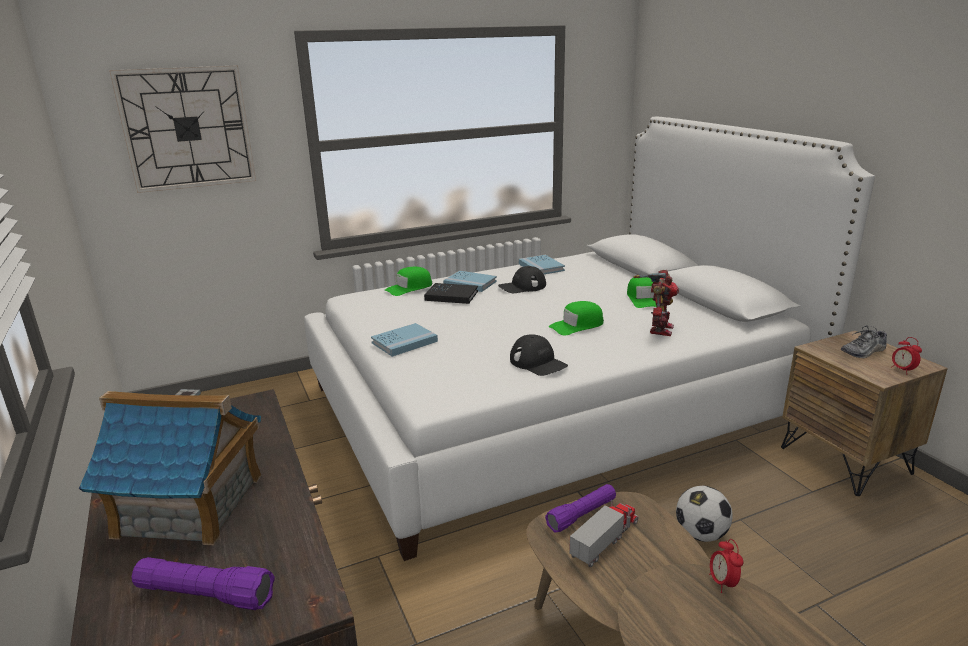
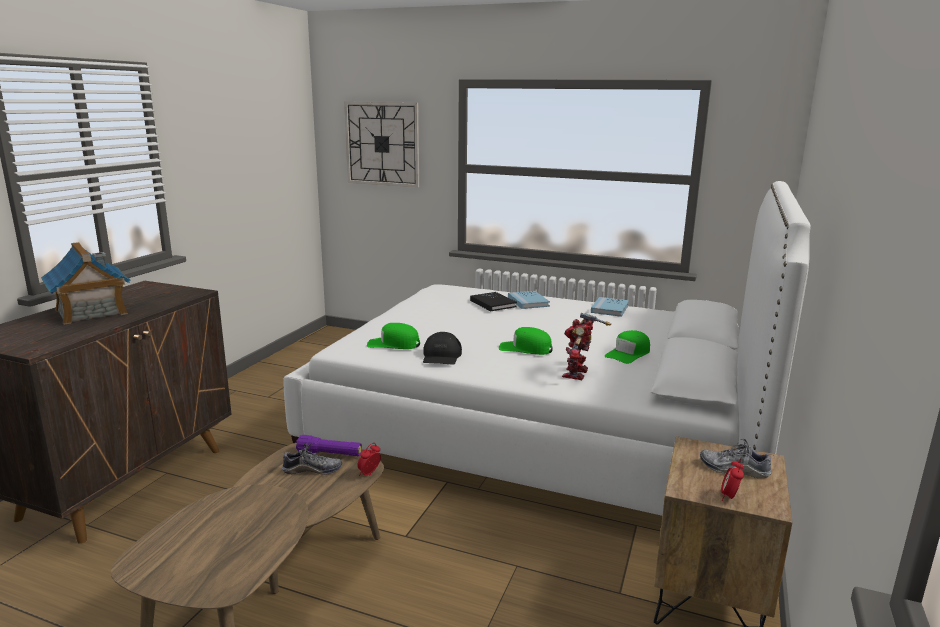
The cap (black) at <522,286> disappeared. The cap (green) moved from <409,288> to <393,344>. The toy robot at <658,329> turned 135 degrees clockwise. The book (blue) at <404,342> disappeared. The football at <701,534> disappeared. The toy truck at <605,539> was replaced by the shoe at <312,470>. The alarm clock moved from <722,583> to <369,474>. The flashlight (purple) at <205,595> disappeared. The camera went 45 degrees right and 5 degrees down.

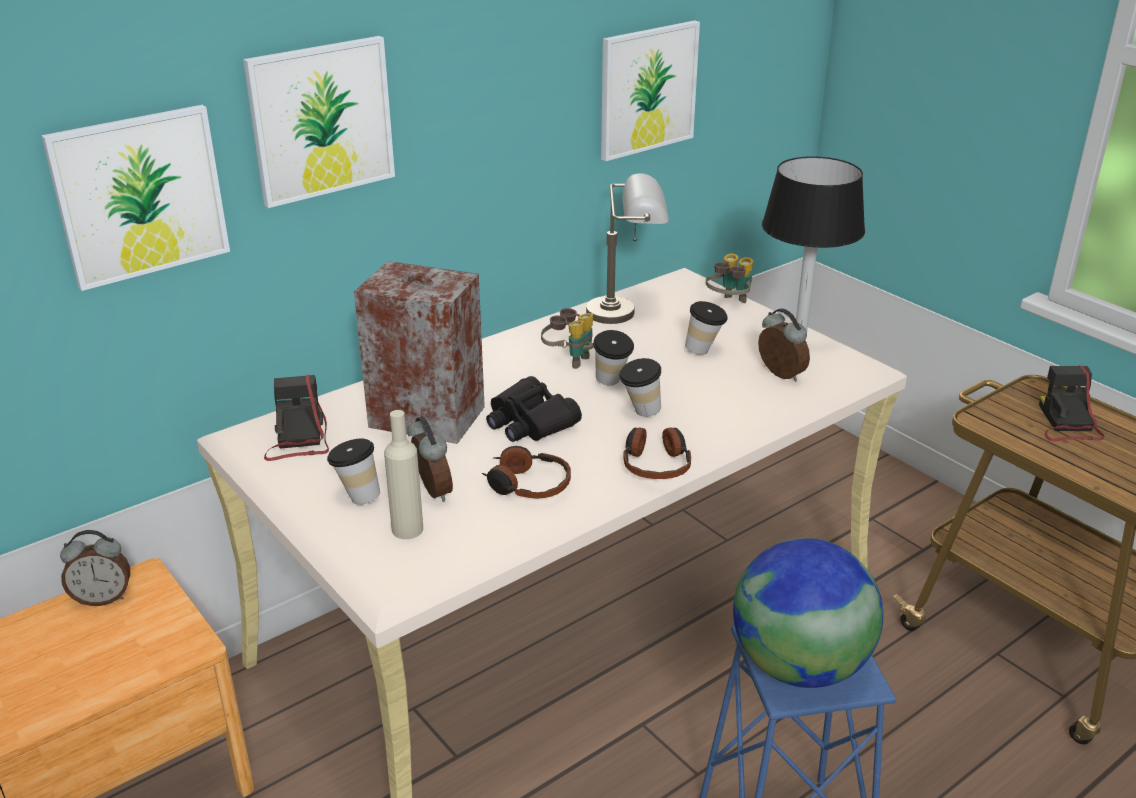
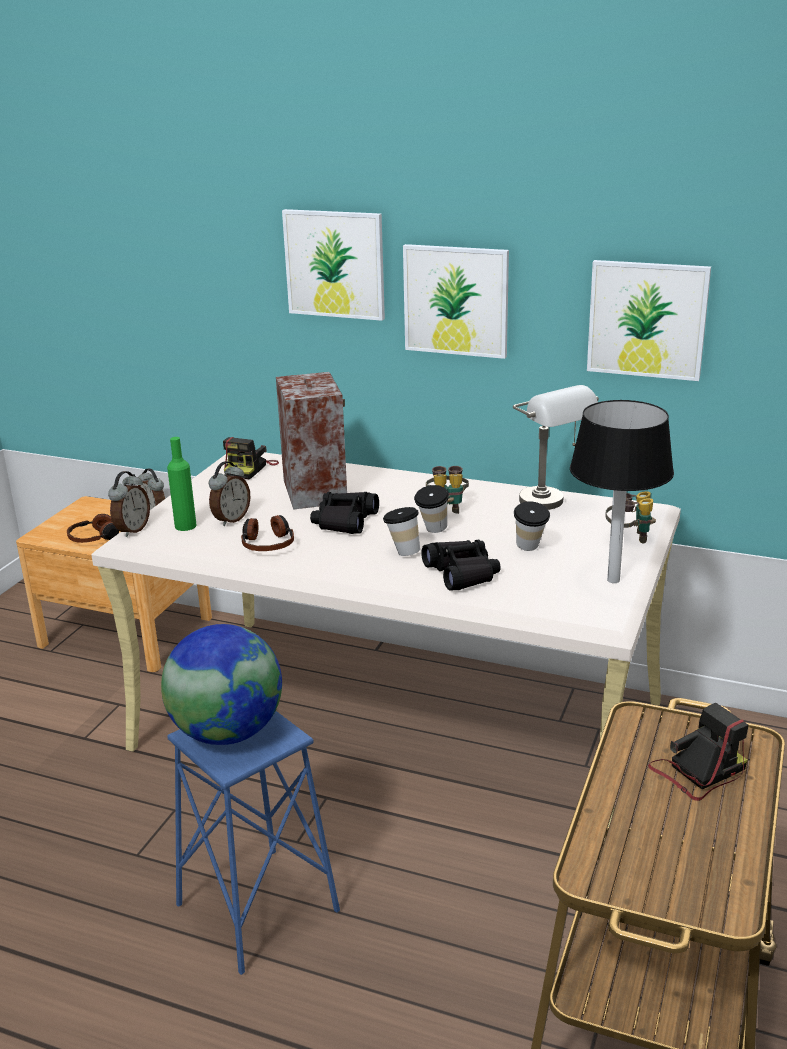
The picture moved from <140,195> to <456,300>. The alarm clock moved from <779,376> to <132,530>. The photo camera at <298,439> turned 150 degrees clockwise. The bottle (beige) at <407,529> became the bottle (green) at <185,526>. The headphones moved from <656,463> to <95,537>. The cup at <357,496> disappeared. The binoculars (black) at <462,573> appeared. The camera went 60 degrees right and 5 degrees down.

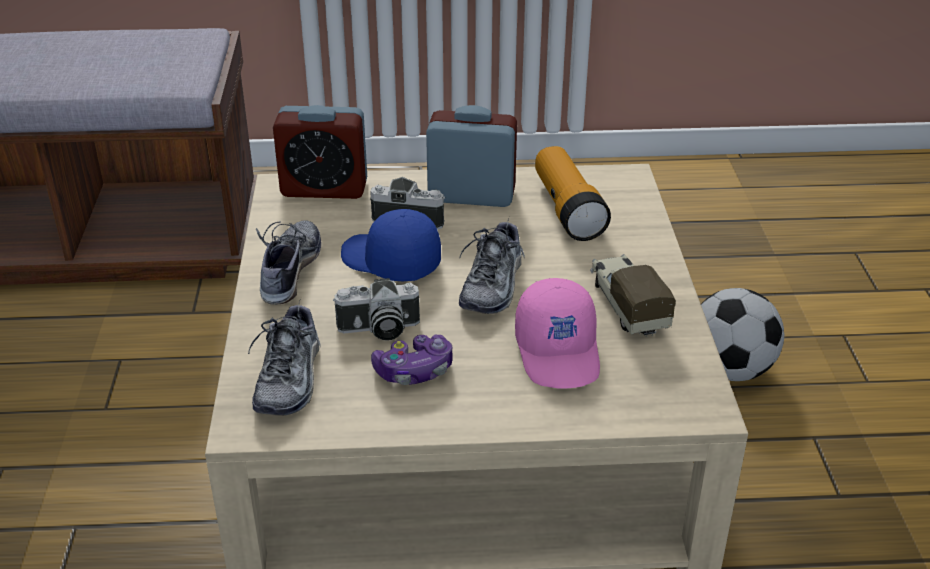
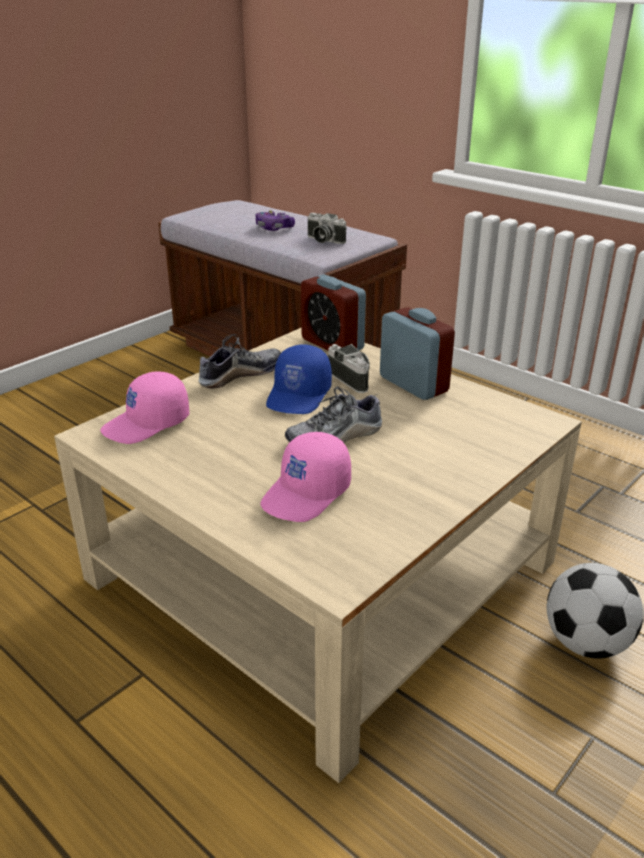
The flashlight at <567,209> disappeared. The cap (blue) at <389,262> turned 150 degrees counterclockwise. The toy truck at <627,305> disappeared. The photo camera moved from <378,330> to <323,240>. The shoe at <290,378> was replaced by the cap (pink) at <147,424>. The game controller moved from <414,371> to <274,228>. The camera went 45 degrees right and 5 degrees down.

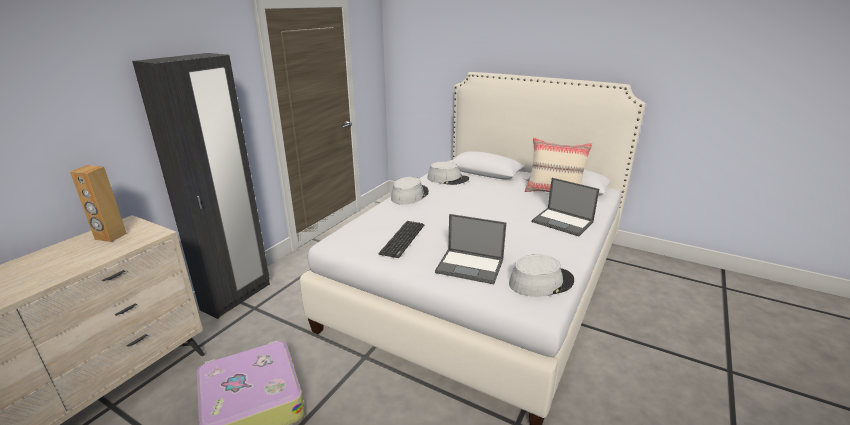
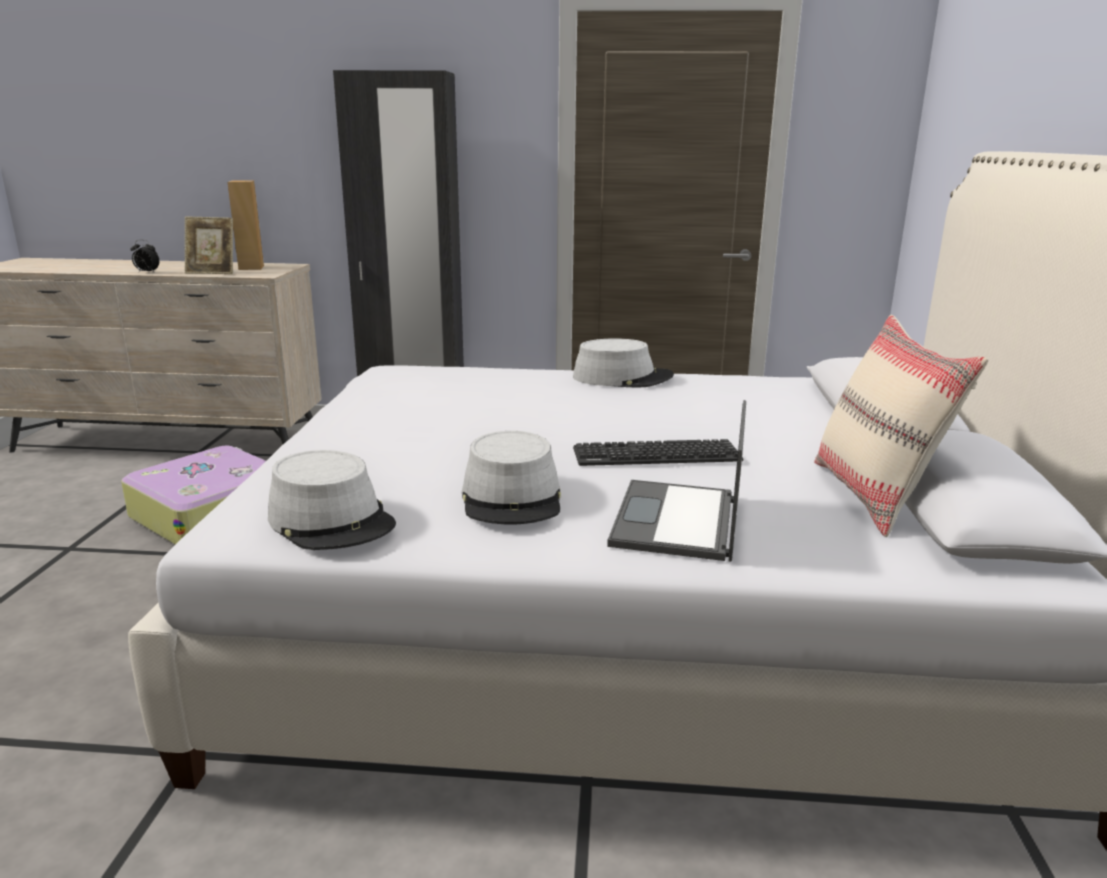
The hat (grey) moved from <448,179> to <512,498>. The laptop at <470,266> disappeared. The keyboard moved from <402,239> to <656,455>. The picture frame at <212,272> appeared. The alarm clock at <146,272> appeared. The camera went 65 degrees right and 5 degrees down.

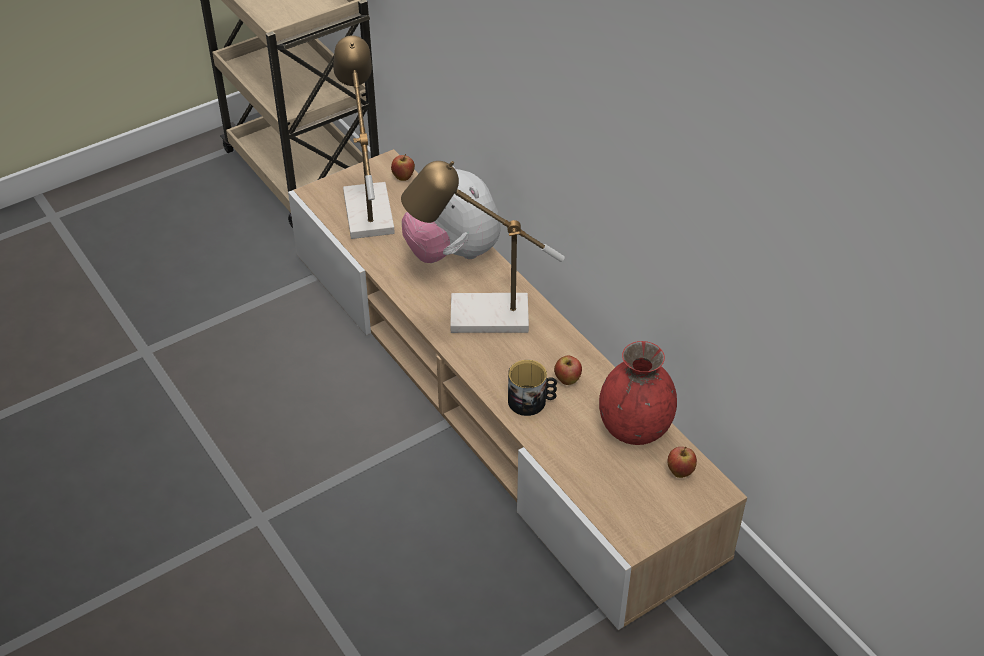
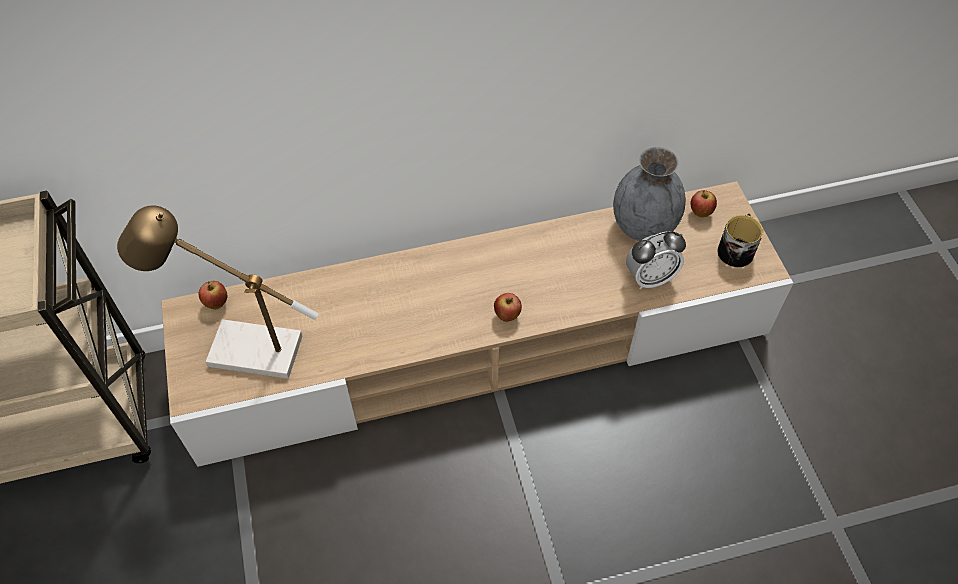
The table lamp at <477,317> disappeared. The plush toy at <453,253> disappeared. The vase (red) at <635,429> became the vase (grey) at <644,226>. The apple moved from <567,380> to <507,316>. The mug moved from <531,401> to <736,249>. The alarm clock at <650,278> appeared. The camera went 70 degrees left and 10 degrees up.

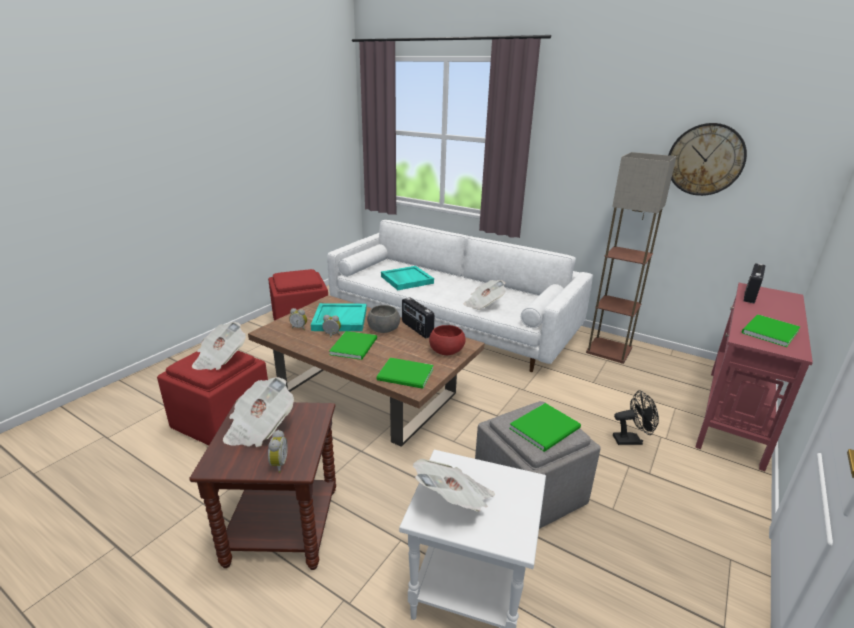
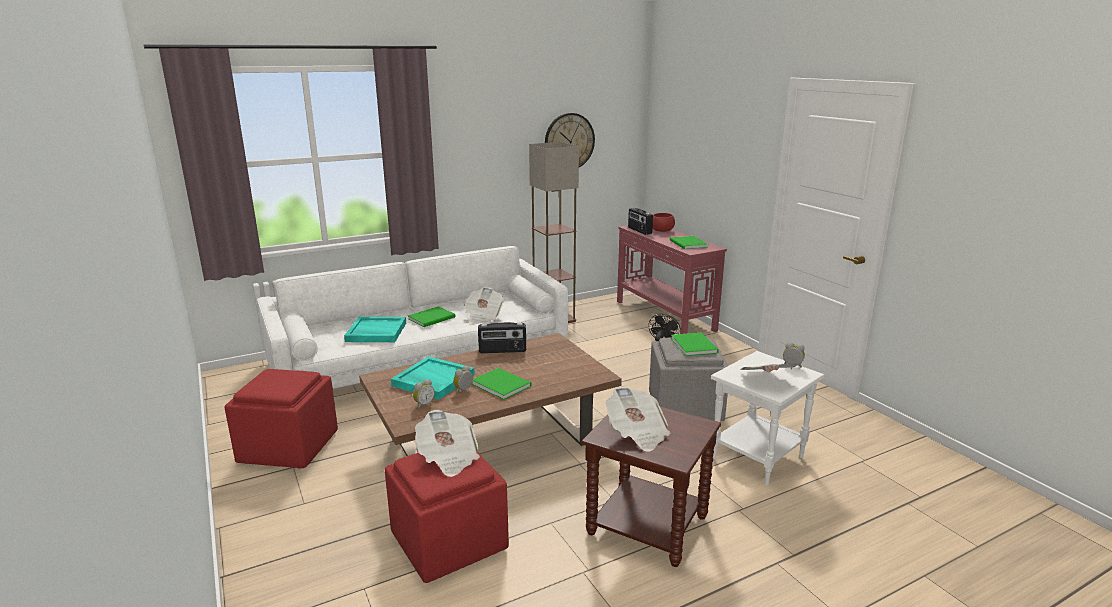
The bowl (grey) at <383,329> disappeared. The bowl (red) moved from <446,350> to <661,230>. The book (green) moved from <406,375> to <433,318>. The alarm clock moved from <278,464> to <792,367>. The camera went 60 degrees left and 5 degrees down.

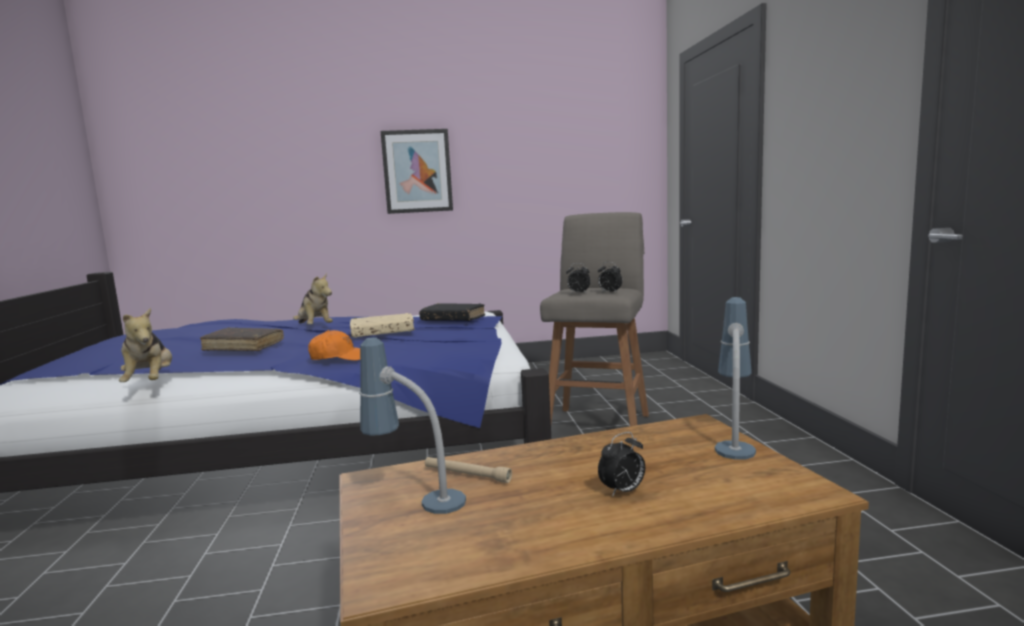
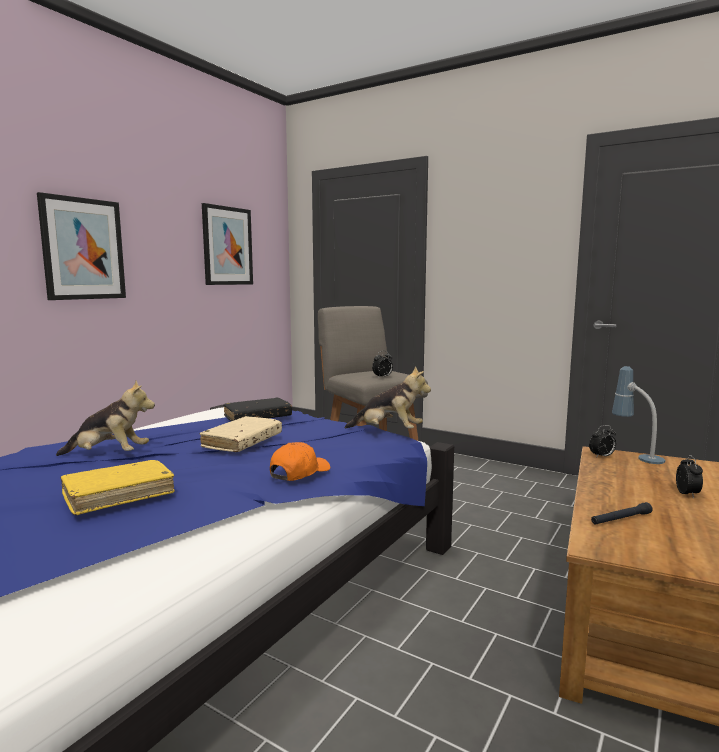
The alarm clock moved from <609,292> to <601,457>. The plush toy moved from <150,382> to <388,431>. The book (brown) at <243,347> became the book (yellow) at <119,495>. The table lamp at <416,499> disappeared. The flashlight (beige) at <466,475> became the flashlight (black) at <621,519>. The picture at <227,246> appeared. The camera went 50 degrees left and 0 degrees up.

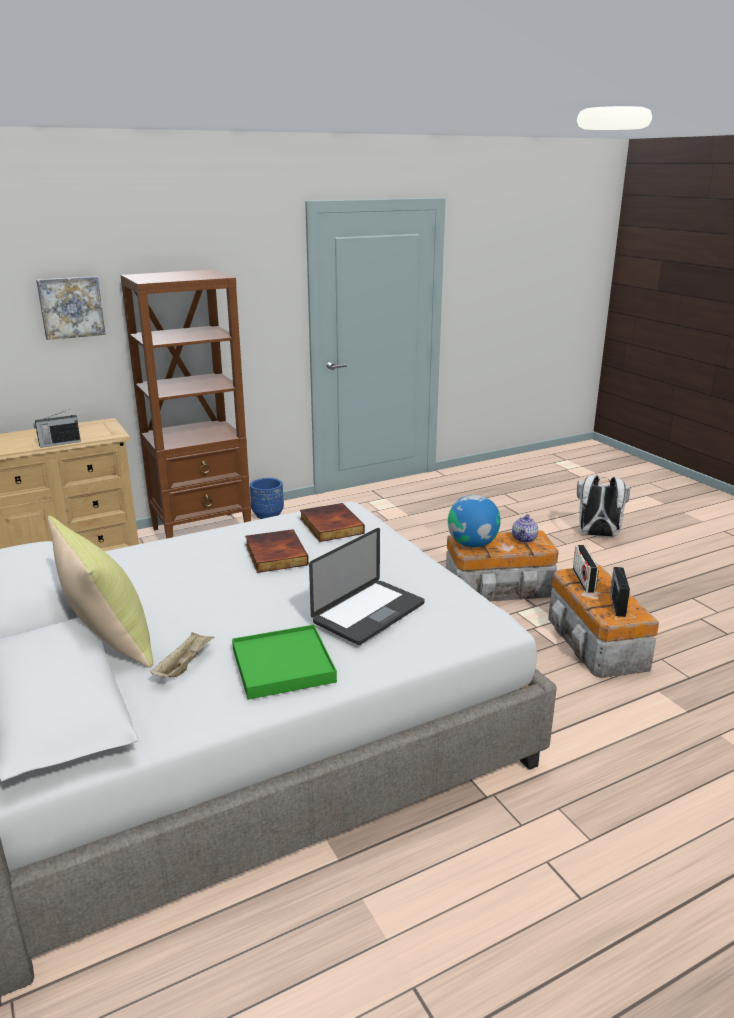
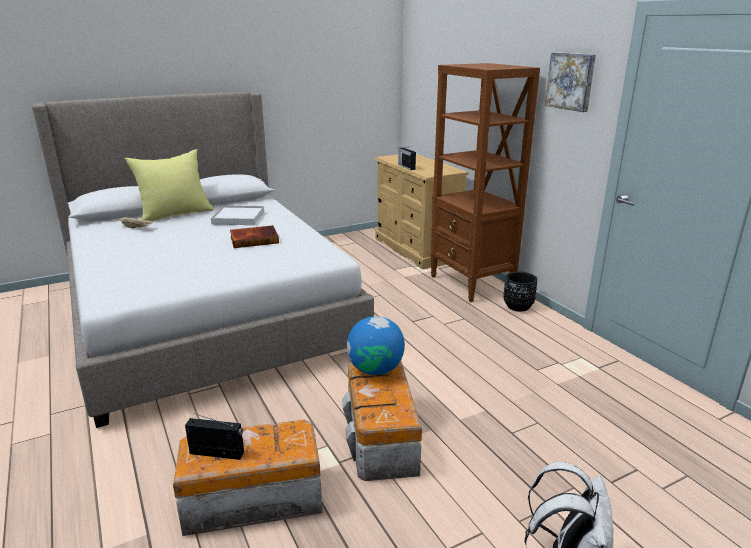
The picture moved from <71,307> to <571,81>. The planter (blue) at <268,515> became the planter (black) at <518,306>. The book at <330,526> disappeared. The teapot at <524,538> disappeared. The laptop at <369,613> disappeared. The radio at <583,580> disappeared. The tray (green) at <283,665> disappeared. The tray (white) at <238,218> appeared. The camera went 90 degrees right and 0 degrees up.

